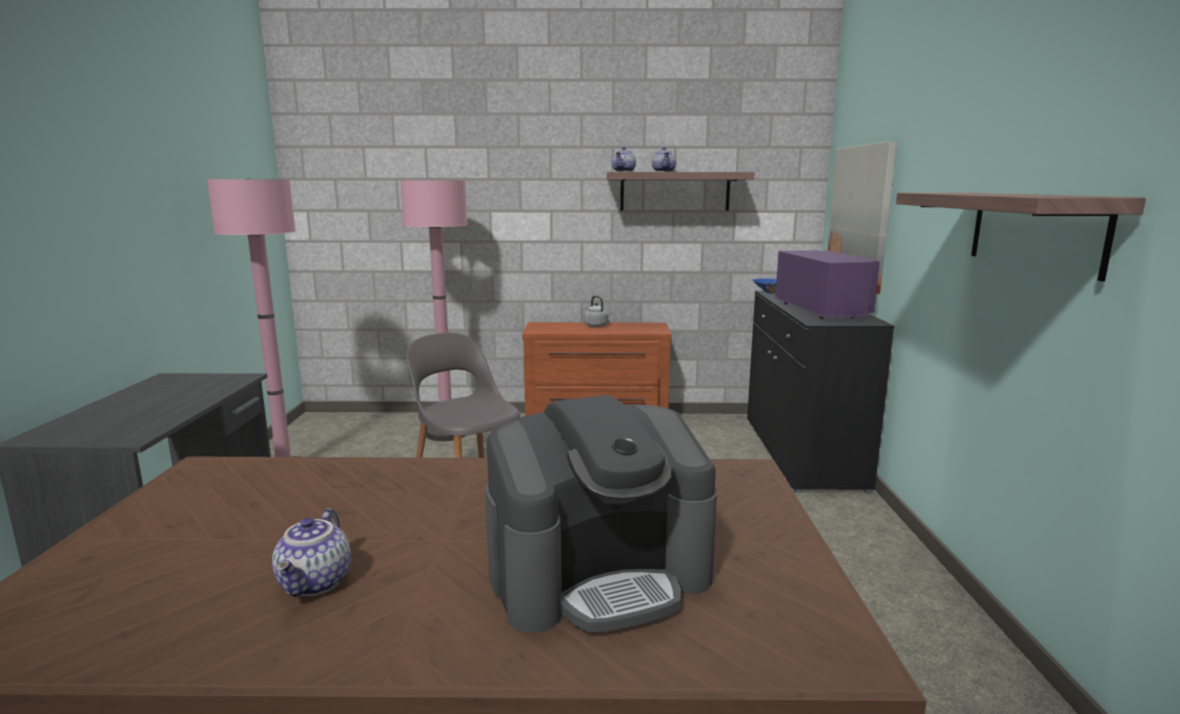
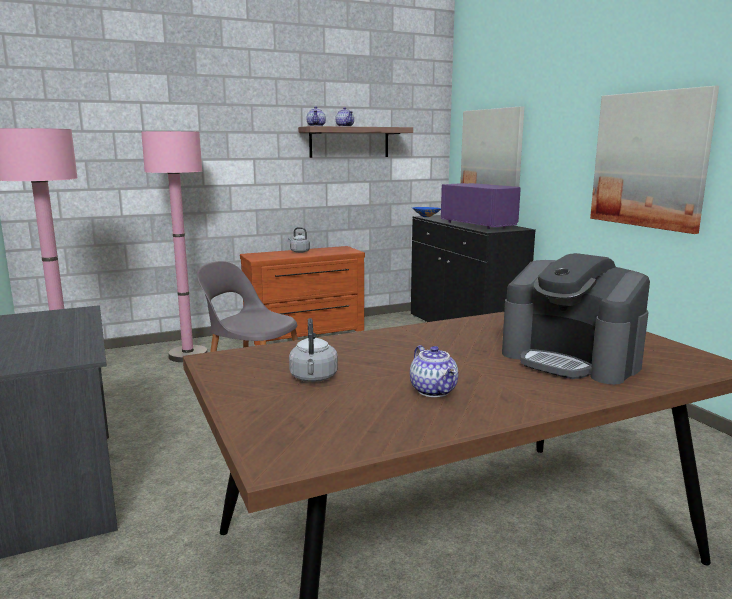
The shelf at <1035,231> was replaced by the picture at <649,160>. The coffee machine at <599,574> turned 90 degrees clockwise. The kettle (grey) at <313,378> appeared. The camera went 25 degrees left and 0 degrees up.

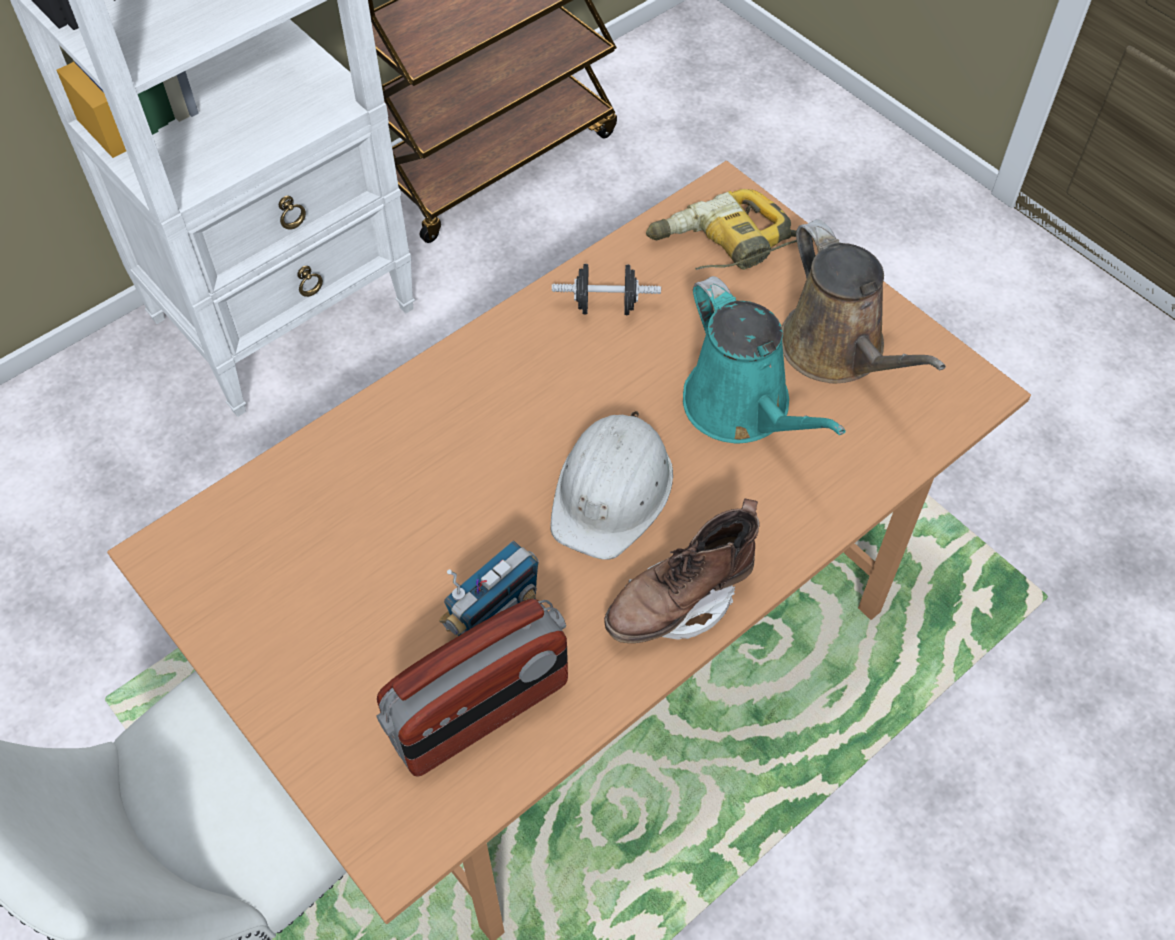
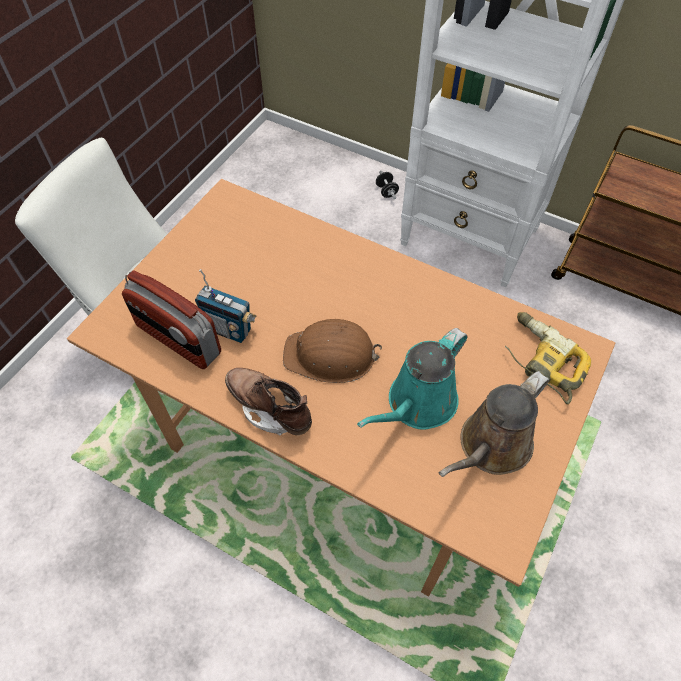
The dumbbell (black) moved from <606,306> to <386,191>. The hard hat (white) at <612,490> became the hard hat (brown) at <331,355>. The camera went 70 degrees right and 0 degrees up.

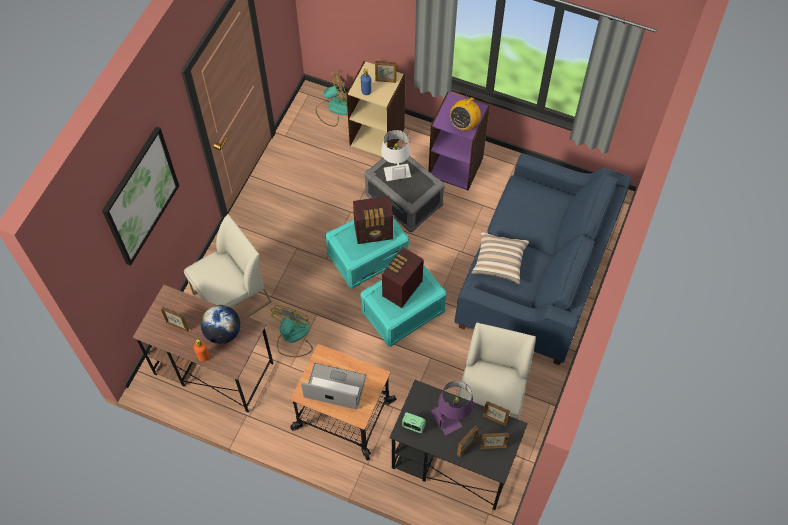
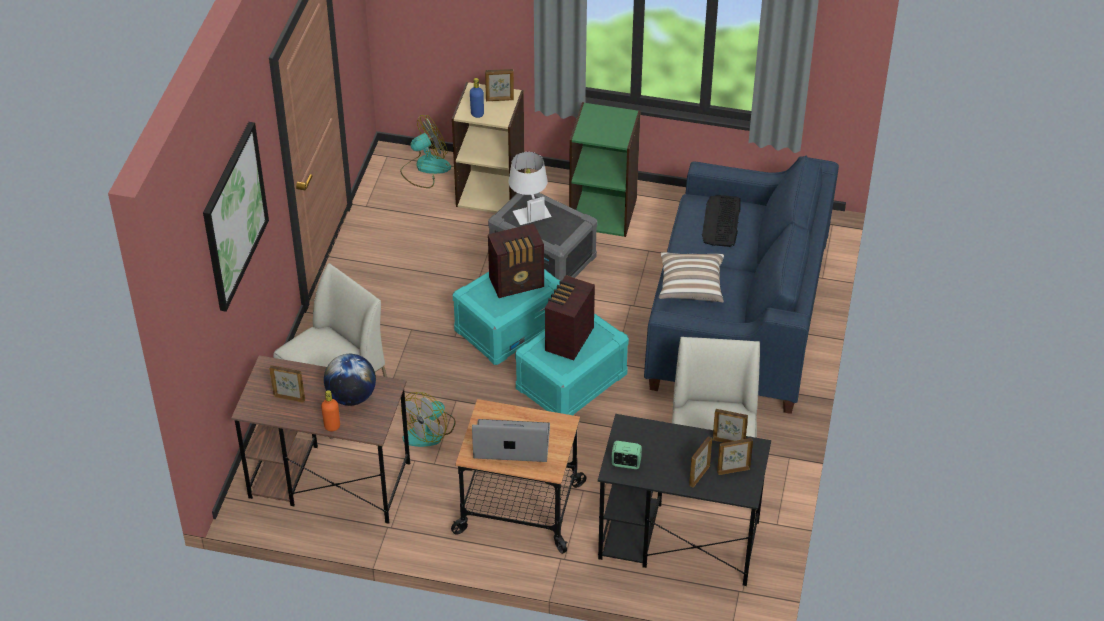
The bookcase (purple) at <456,166> became the bookcase (green) at <603,212>. The radio at <464,124> disappeared. The fan at <293,337> turned 150 degrees counterclockwise. The table lamp (purple) at <452,415> disappeared. The keyboard at <721,221> appeared. The camera went 10 degrees left and 15 degrees down.

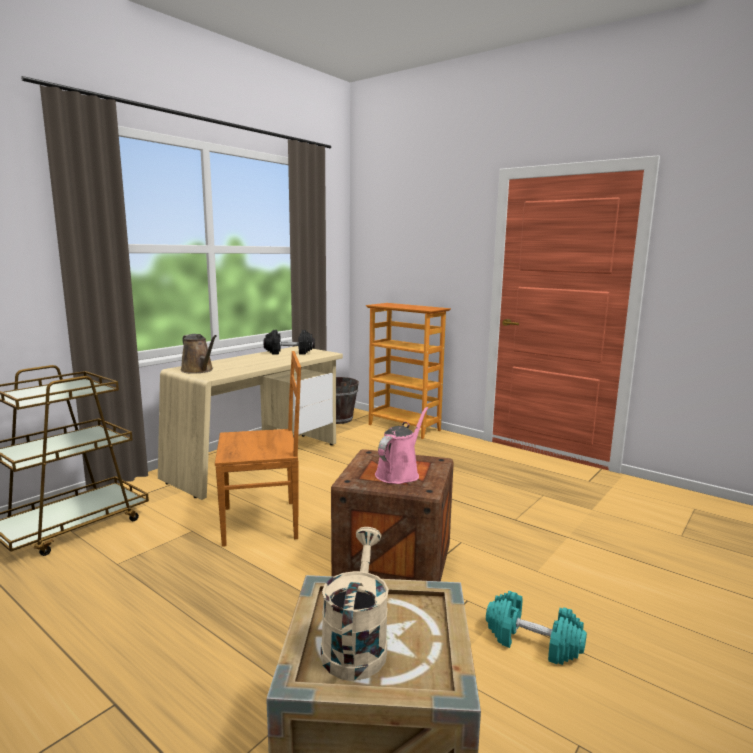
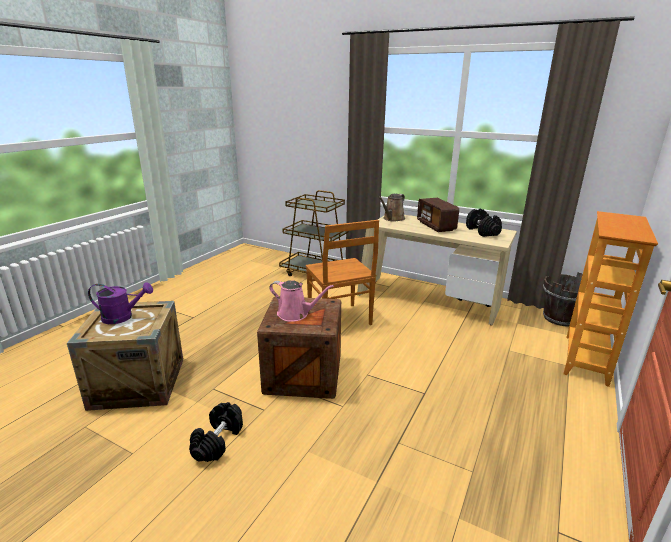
The watering can (beige) at <356,643> became the watering can (purple) at <123,317>. The dumbbell (turquoise) at <532,642> became the dumbbell (black) at <218,440>. The radio at <436,226> appeared. The camera went 80 degrees right and 10 degrees up.

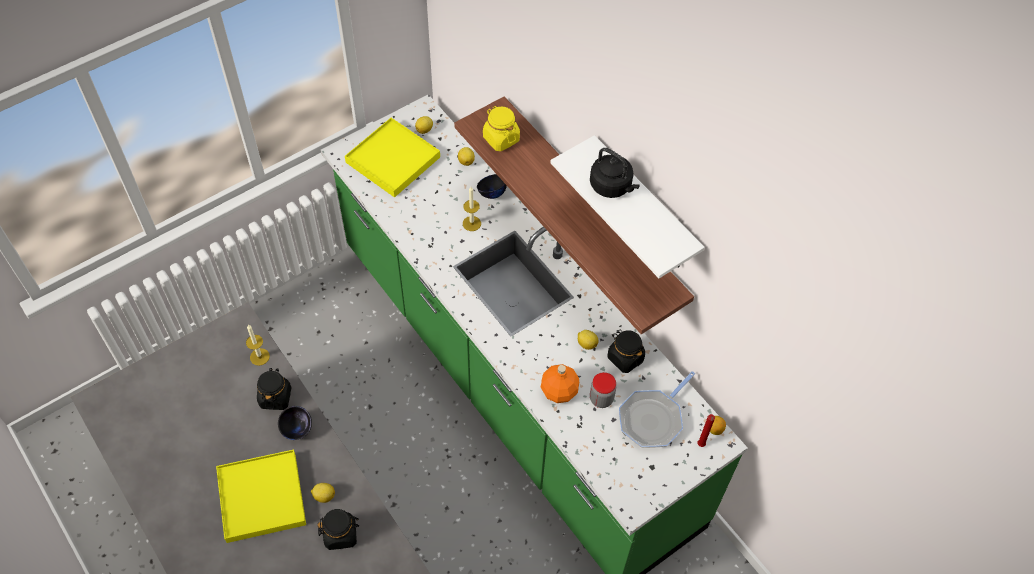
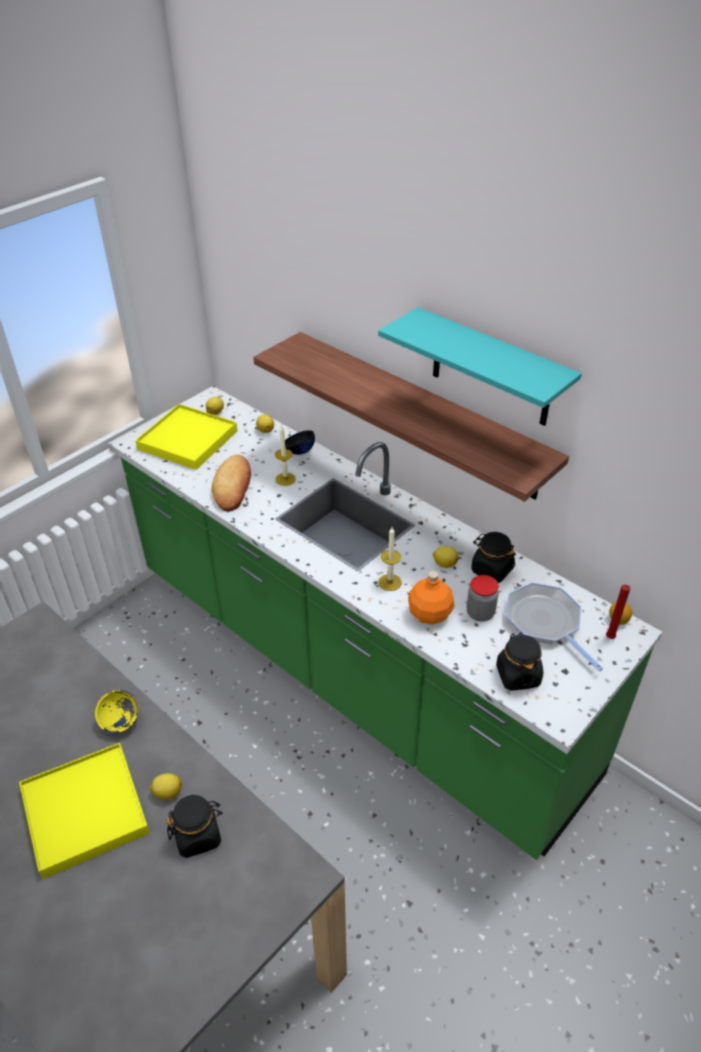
The jar (yellow) at <501,139> disappeared. The shelf (white) at <644,208> became the shelf (turquoise) at <491,369>. The kettle (black) at <612,186> disappeared. The candle moved from <259,357> to <390,582>. The jar (black) moved from <275,397> to <517,675>. The frying pan at <652,419> turned 120 degrees clockwise. The bowl (black) at <297,429> became the bowl (yellow) at <121,722>. The bread at <233,487> appeared. The camera went 10 degrees left and 15 degrees down.

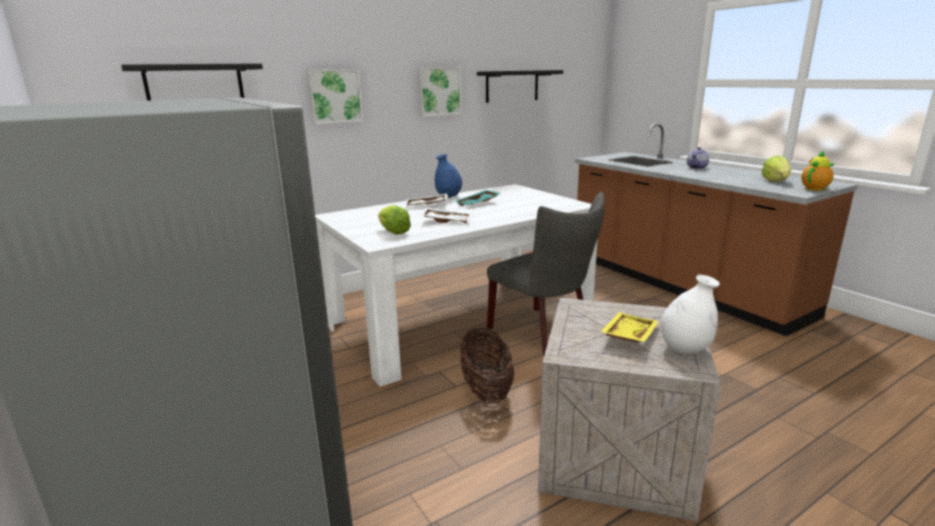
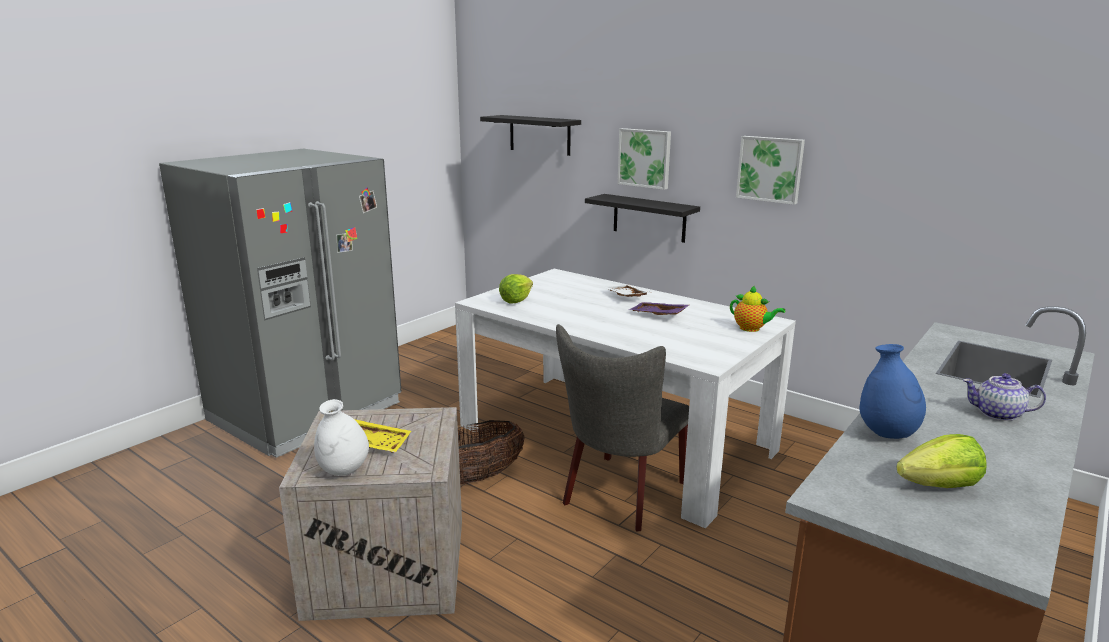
The shelf (black) moved from <512,86> to <649,218>. The teapot moved from <815,188> to <752,329>. The vase (blue) moved from <448,197> to <887,434>. The tray (turquoise) at <478,203> became the tray (purple) at <658,315>. The tray (white) at <447,221> disappeared. The camera went 70 degrees right and 0 degrees up.

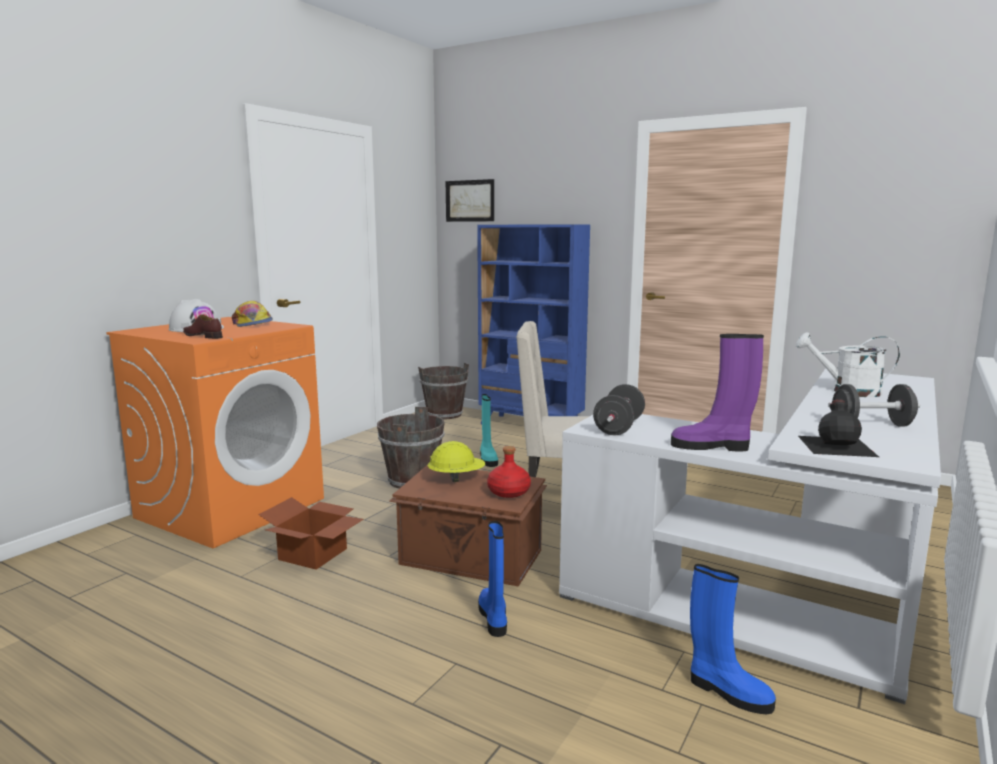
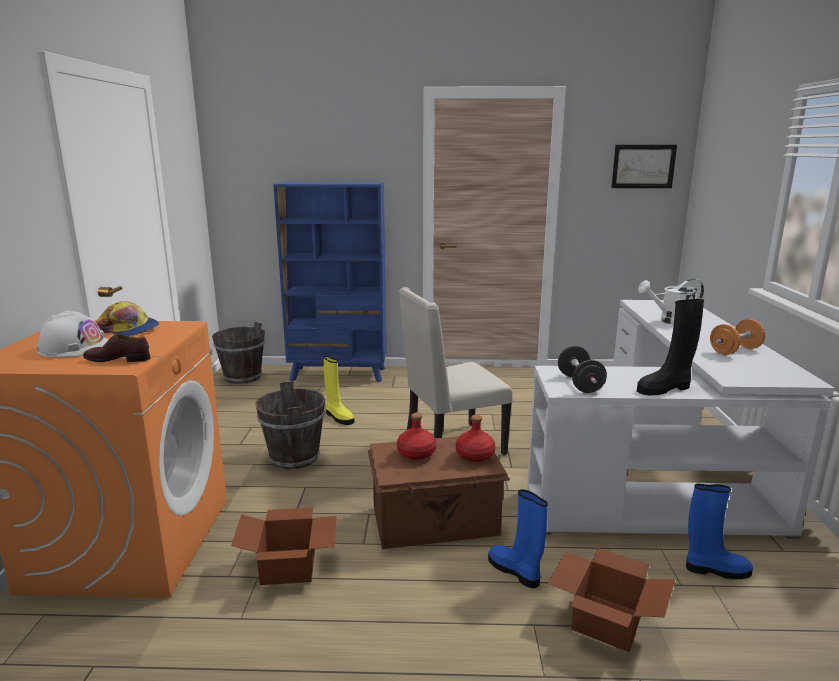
The picture moved from <470,201> to <643,166>. The boot (purple) at <712,446> became the boot (black) at <665,388>. The dumbbell (black) at <871,425> became the dumbbell (orange) at <734,351>. The boot (turquoise) at <487,459> became the boot (yellow) at <338,417>. The bottle (black) at <837,445> disappeared. The hard hat (yellow) at <456,478> was replaced by the bottle (red) at <416,453>. The cardboard box at <605,620> appeared. The camera went 30 degrees left and 5 degrees up.

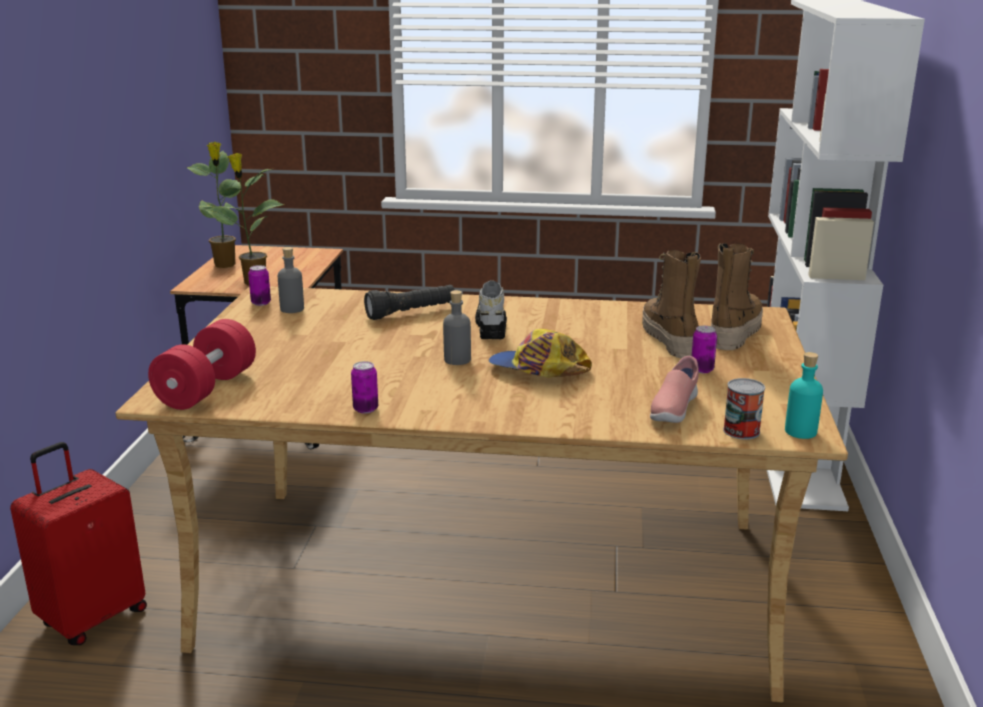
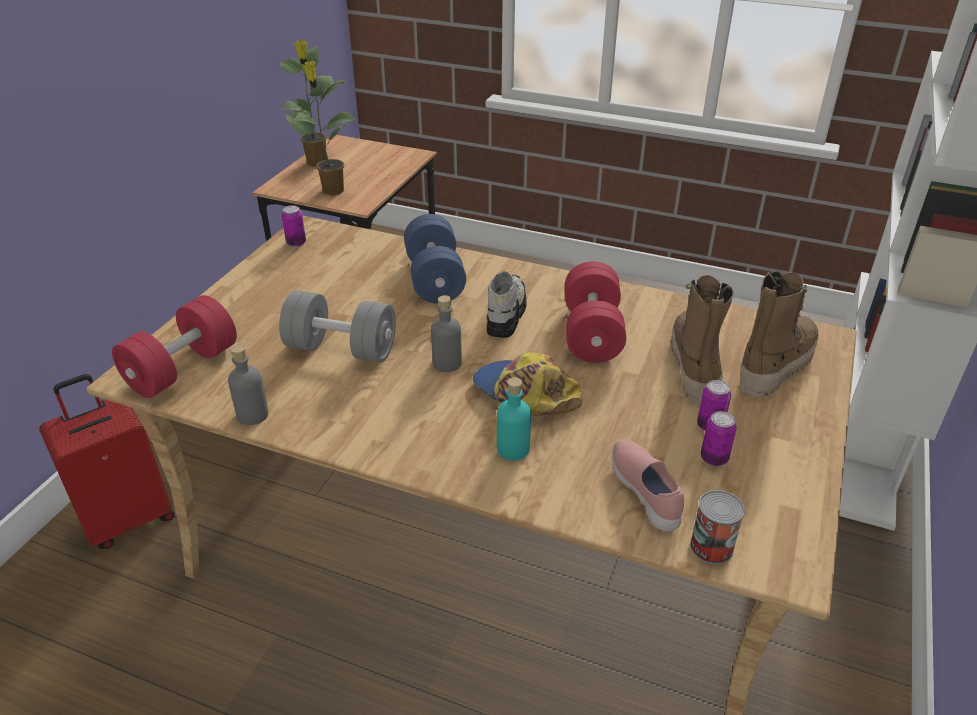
The bottle (grey) moved from <292,309> to <252,415>. The flashlight (black) at <411,313> was replaced by the dumbbell (blue) at <435,279>. The bottle (turquoise) moved from <800,431> to <513,449>. The shoe (pink) at <673,410> turned 120 degrees clockwise. The can moved from <365,409> to <714,458>. The dumbbell (red) at <591,333> appeared. The dumbbell (grey) at <341,349> appeared. The camera went 15 degrees right and 15 degrees up.

